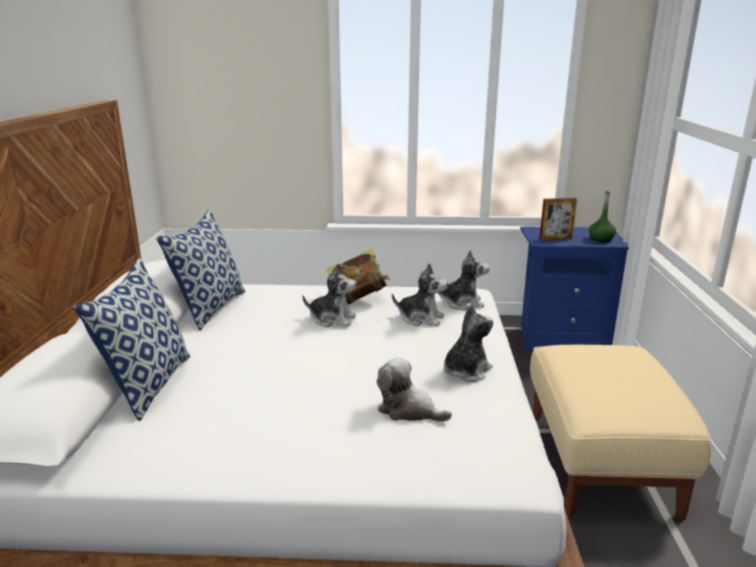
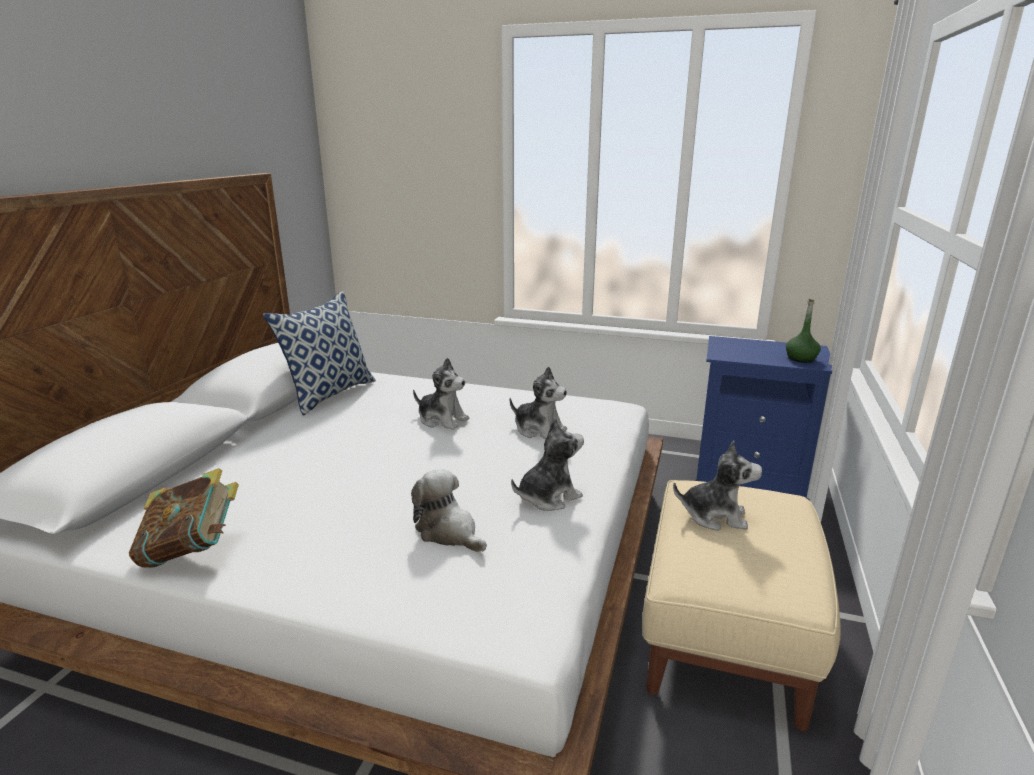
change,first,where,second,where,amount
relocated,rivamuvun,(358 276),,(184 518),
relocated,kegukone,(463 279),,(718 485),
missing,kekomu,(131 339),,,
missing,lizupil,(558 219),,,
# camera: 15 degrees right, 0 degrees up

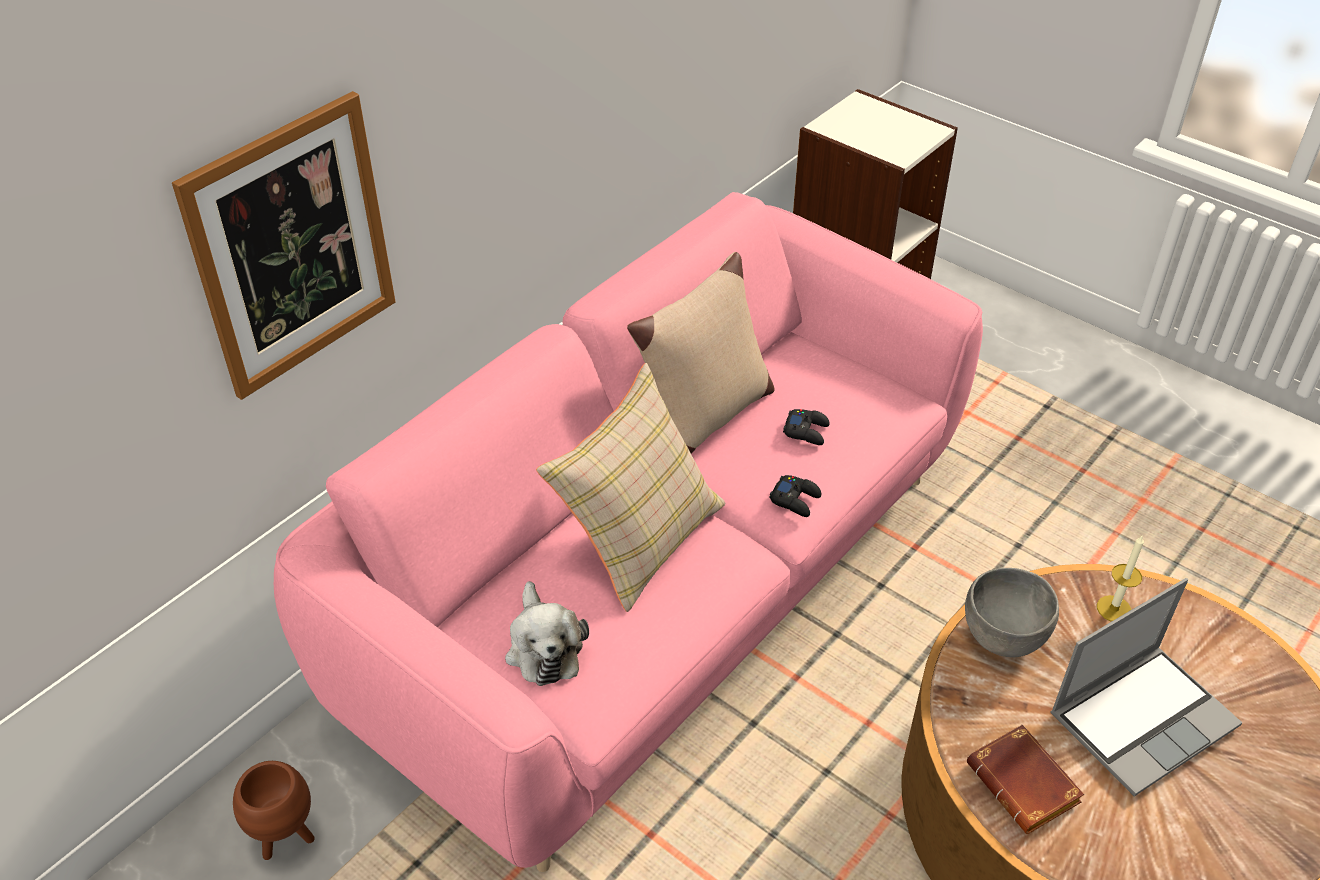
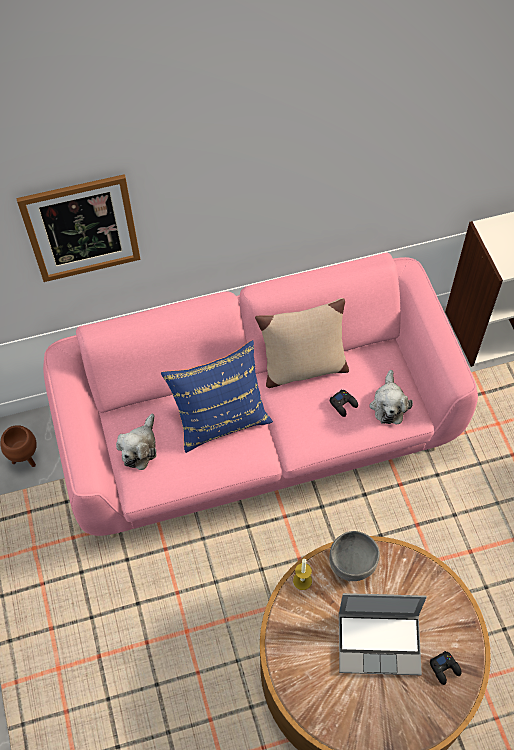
change,first,where,second,where,amount
colour,beige kekomu,(631 487),blue kekomu,(217 396),
relocated,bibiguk,(1120 579),,(302 574),
appeared,,,kegukone,(391 397),
relocated,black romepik,(795 496),,(446 668),
missing,brown rivamuvun,(1025 779),,,
# camera: 35 degrees right, 15 degrees up

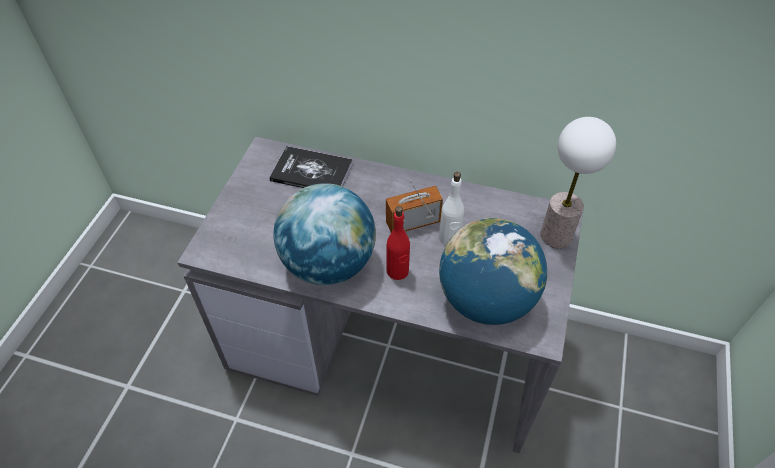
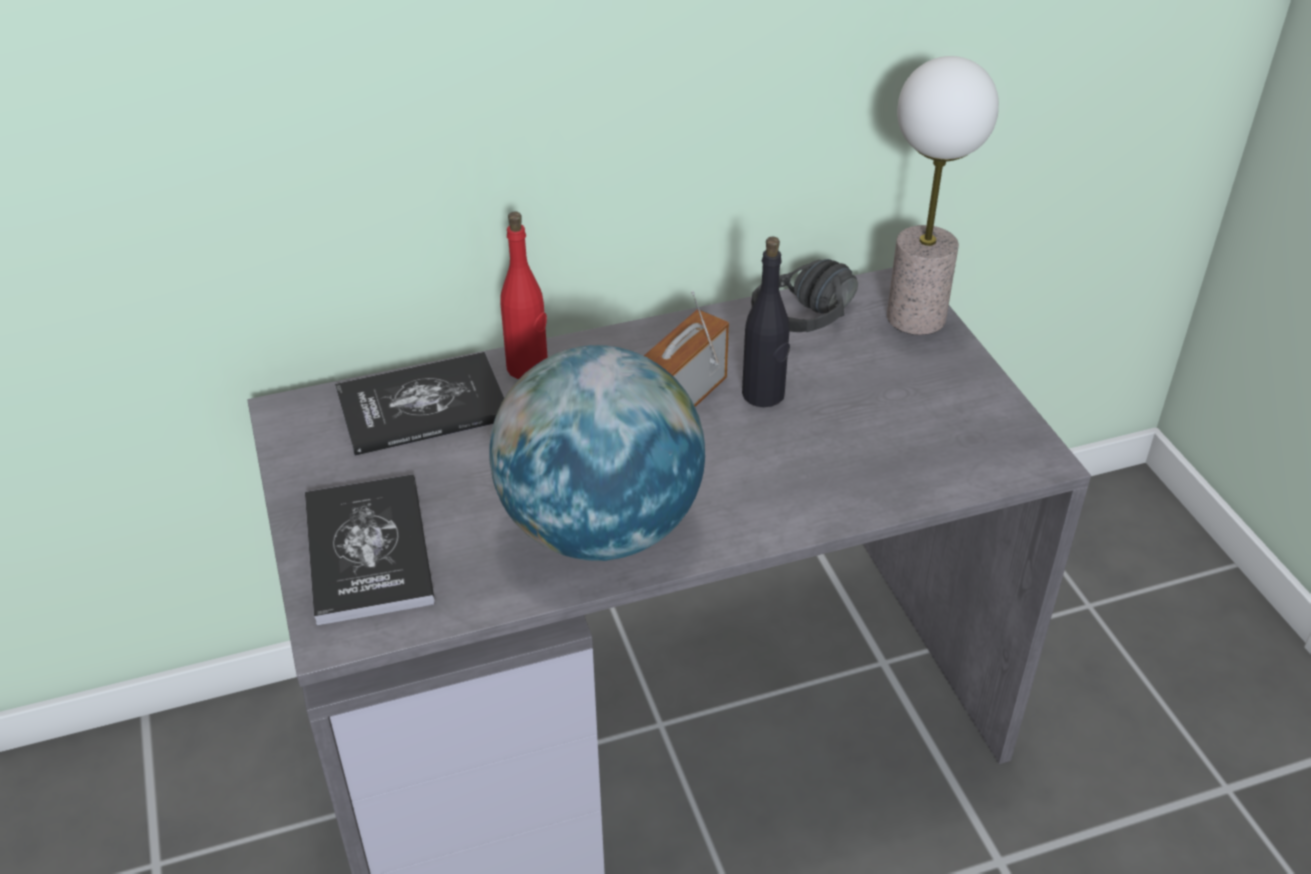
change,first,where,second,where,amount
appeared,,,rivamuvun,(370 550),
relocated,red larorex,(398 243),,(524 295),
colour,white larorex,(451 208),black larorex,(766 322),
appeared,,,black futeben,(804 295),
missing,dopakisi,(493 271),,,
# camera: 35 degrees left, 10 degrees down

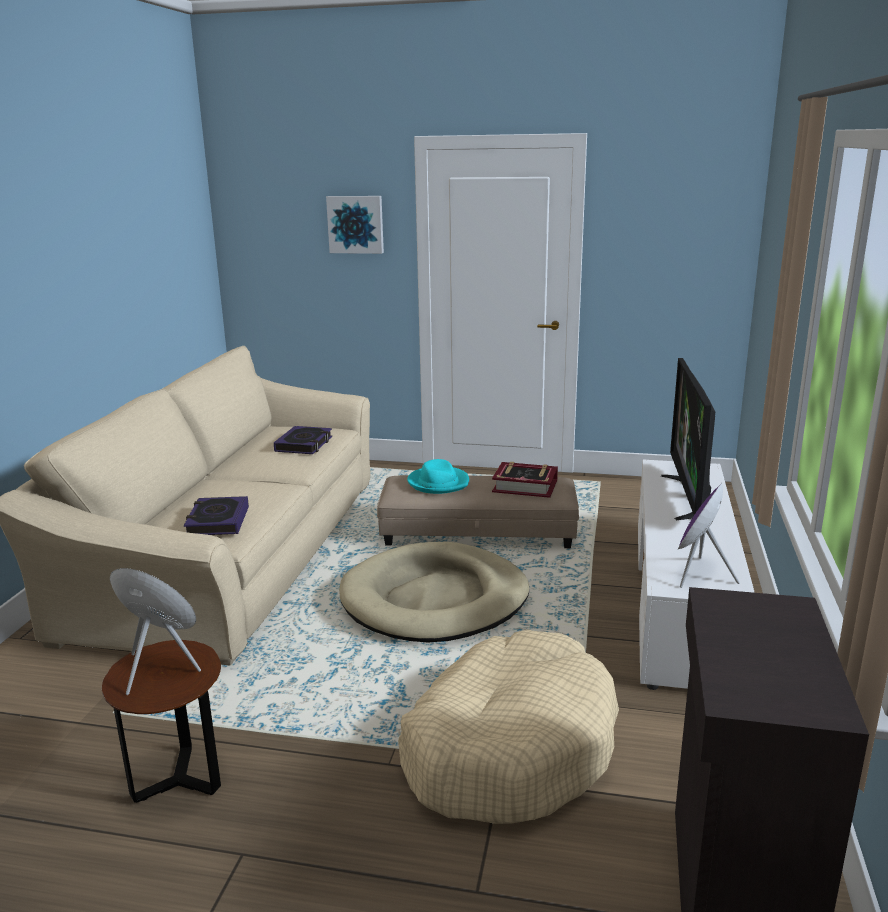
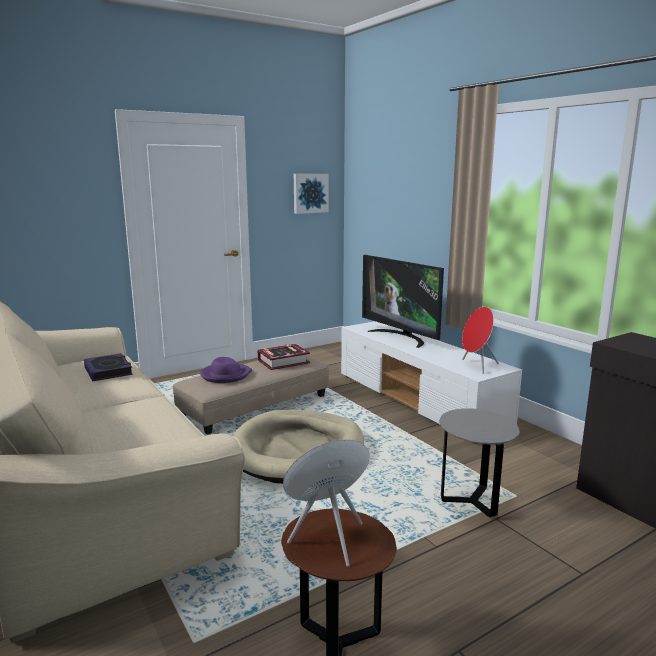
change,first,where,second,where,amount
colour,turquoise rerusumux,(438 476),purple rerusumux,(226 370),
relocated,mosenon,(355 225),,(311 194),
exchanged,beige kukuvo,(508 727),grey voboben,(479 462),
colour,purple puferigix,(709 535),red puferigix,(480 340),
missing,rivamuvun,(216 515),,,
# camera: 45 degrees left, 5 degrees down

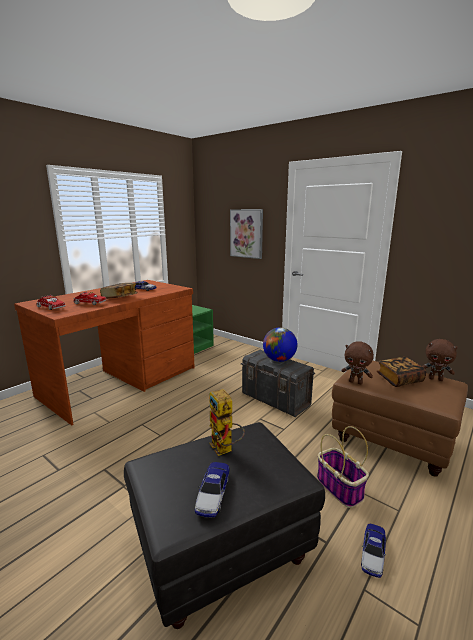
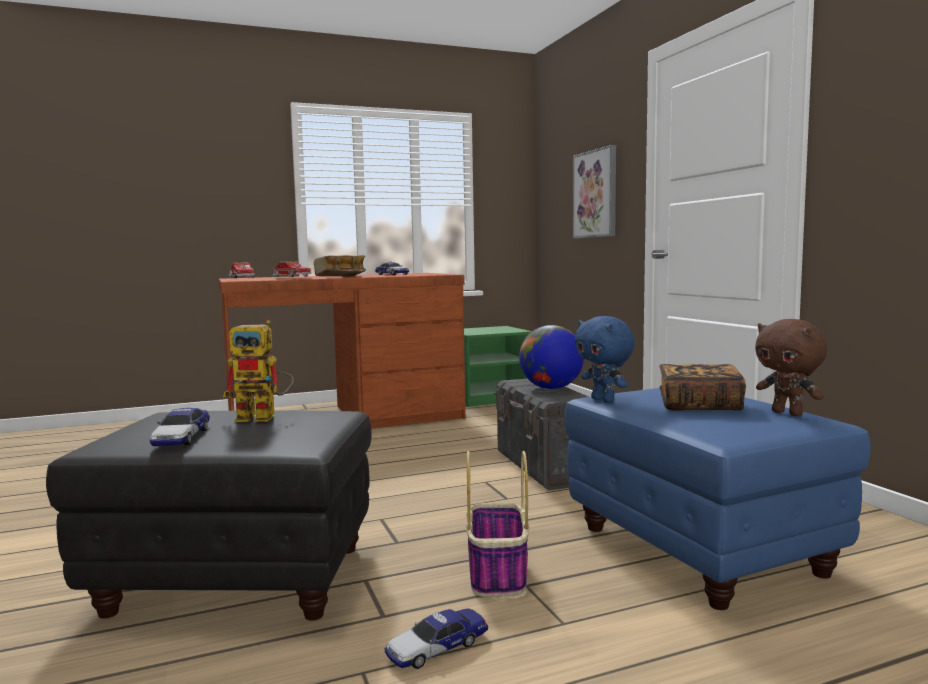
change,first,where,second,where,amount
spun,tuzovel,(212 489),,(180 427),45 degrees counterclockwise
spun,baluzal,(227 422),,(258 371),90 degrees counterclockwise
colour,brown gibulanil,(400 419),blue gibulanil,(717 499),
colour,brown kegukone,(357 362),blue kegukone,(605 359),
# camera: 30 degrees right, 10 degrees down

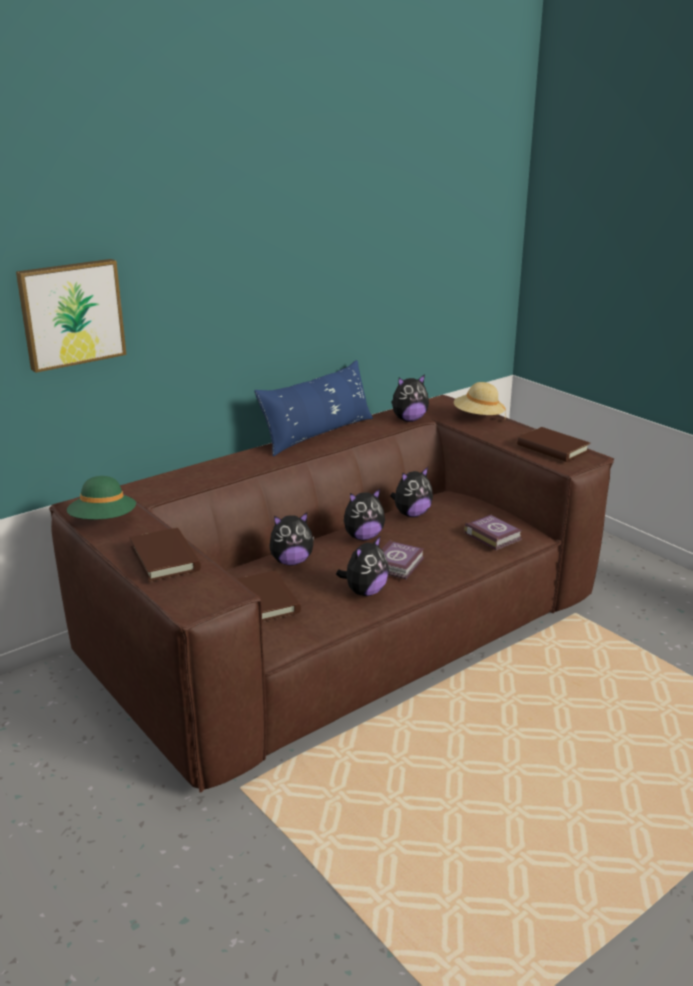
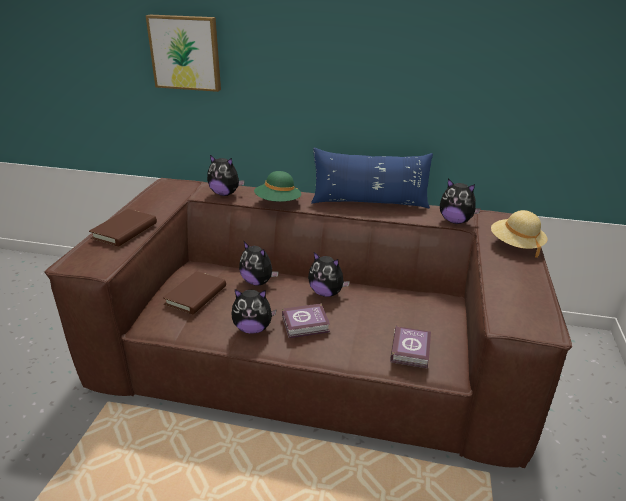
change,first,where,second,where,amount
relocated,kegukone,(411 492),,(226 175),
relocated,green rerusumux,(101 497),,(277 186),
missing,brown rivamuvun,(554 444),,,
# camera: 50 degrees right, 5 degrees up

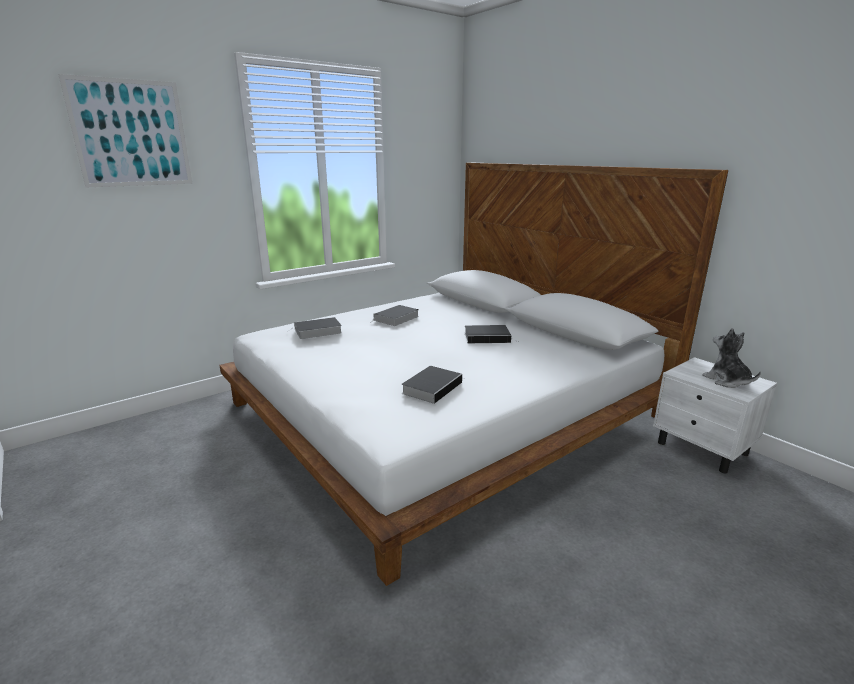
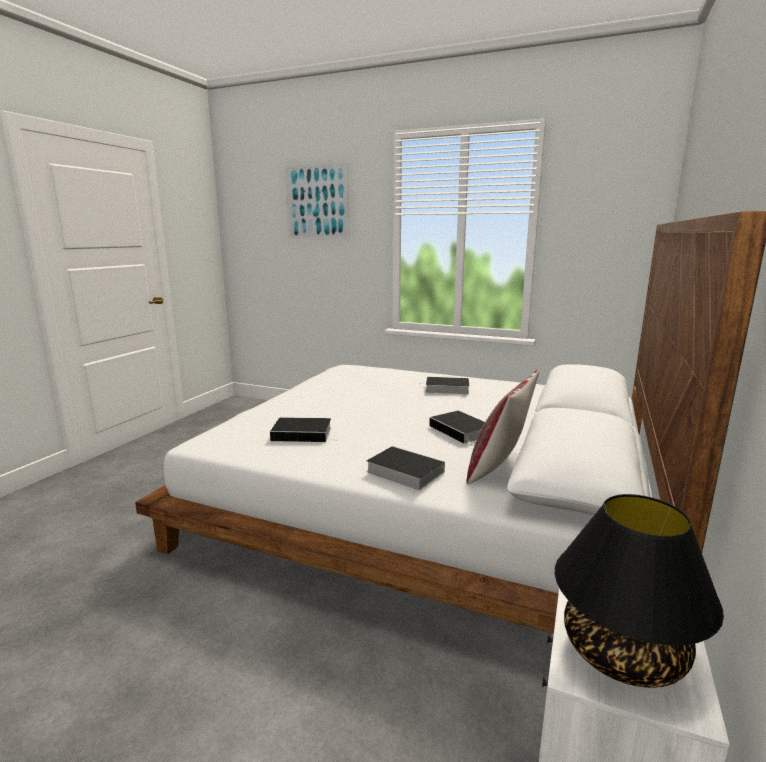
change,first,where,second,where,amount
relocated,rivamuvun,(315 328),,(406 468),
appeared,,,kekomu,(503 426),
exchanged,kegukone,(731 358),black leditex,(639 591),
# camera: 60 degrees right, 5 degrees down

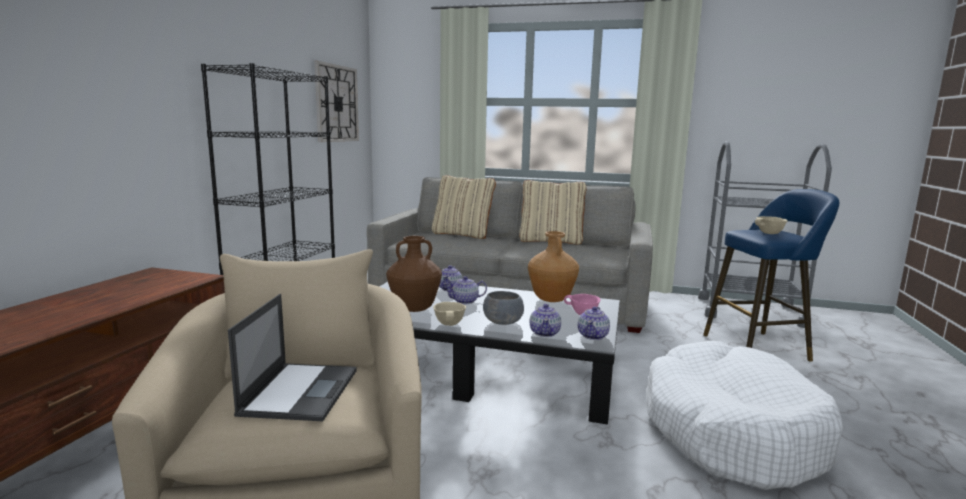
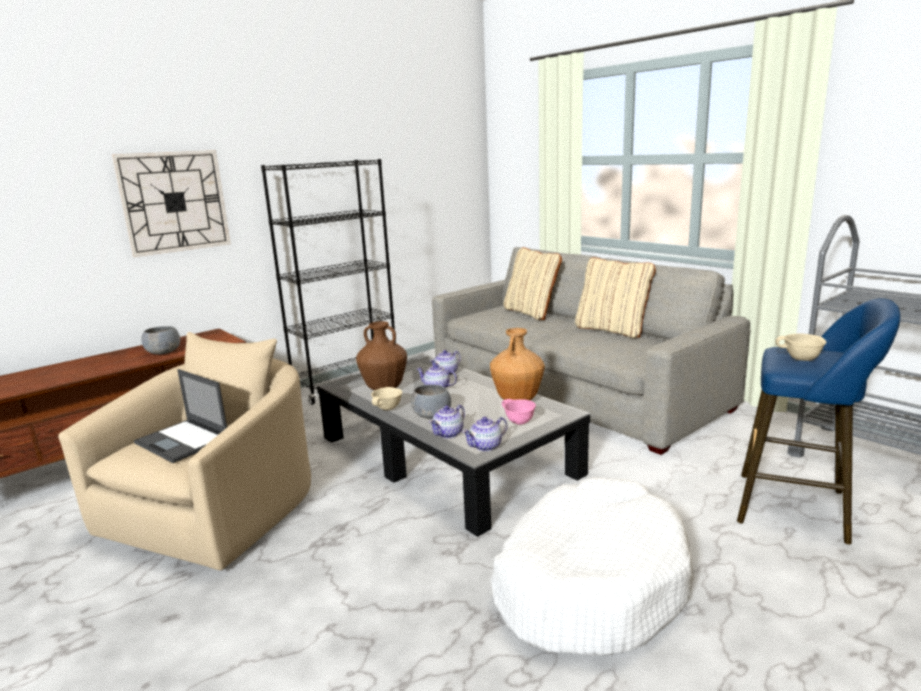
change,first,where,second,where,amount
relocated,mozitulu,(337 101),,(171 203),
spun,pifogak,(292 357),,(180 416),90 degrees clockwise
appeared,,,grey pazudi,(160 340),
# camera: 35 degrees right, 5 degrees up

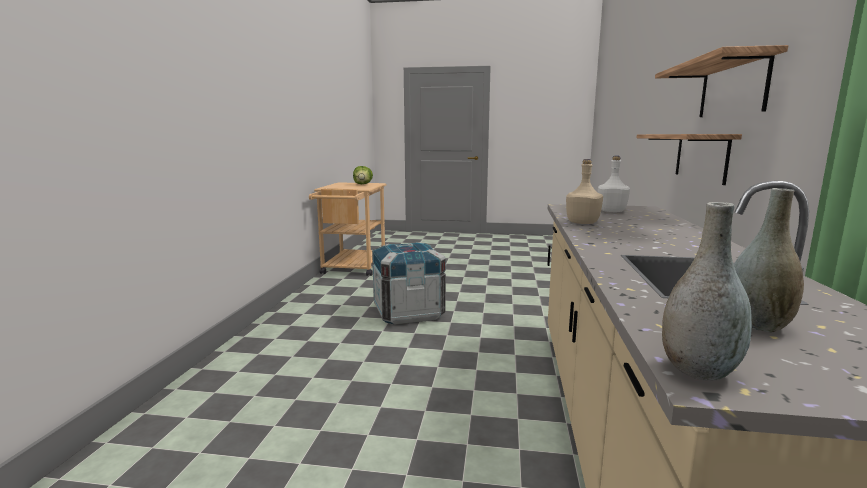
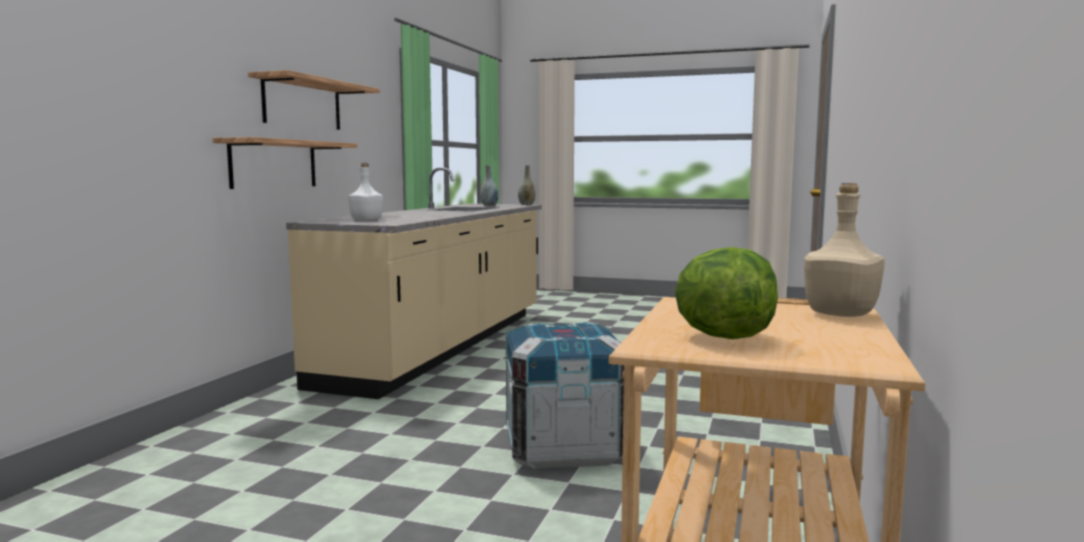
change,first,where,second,where,amount
relocated,beige larorex,(584 191),,(844 250),
# camera: 170 degrees left, 5 degrees down

